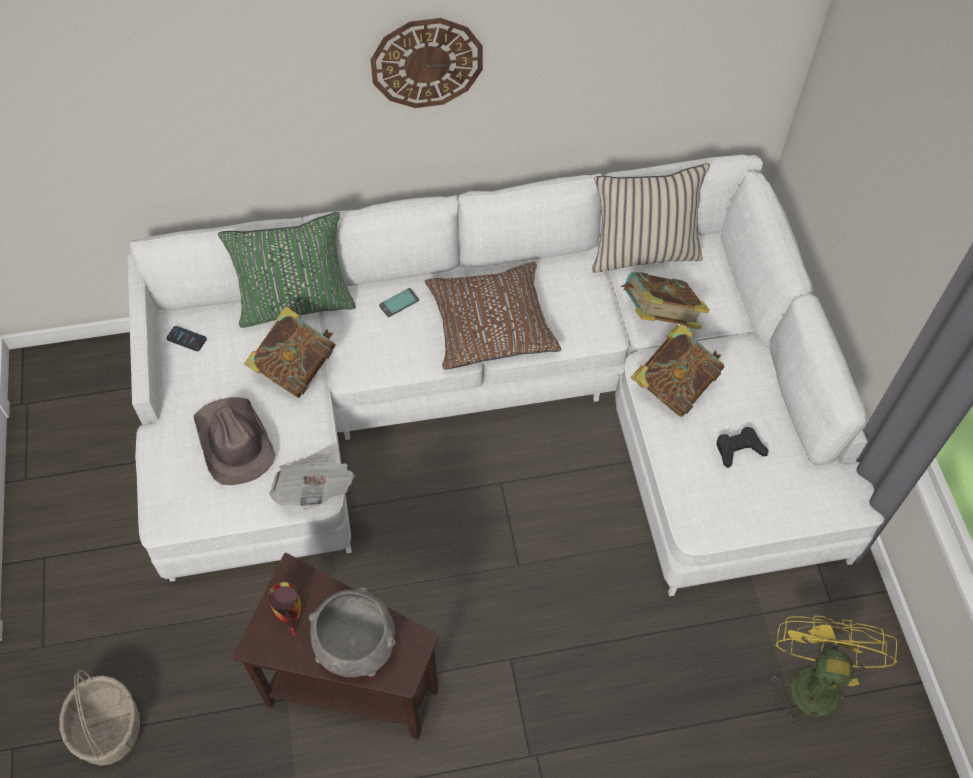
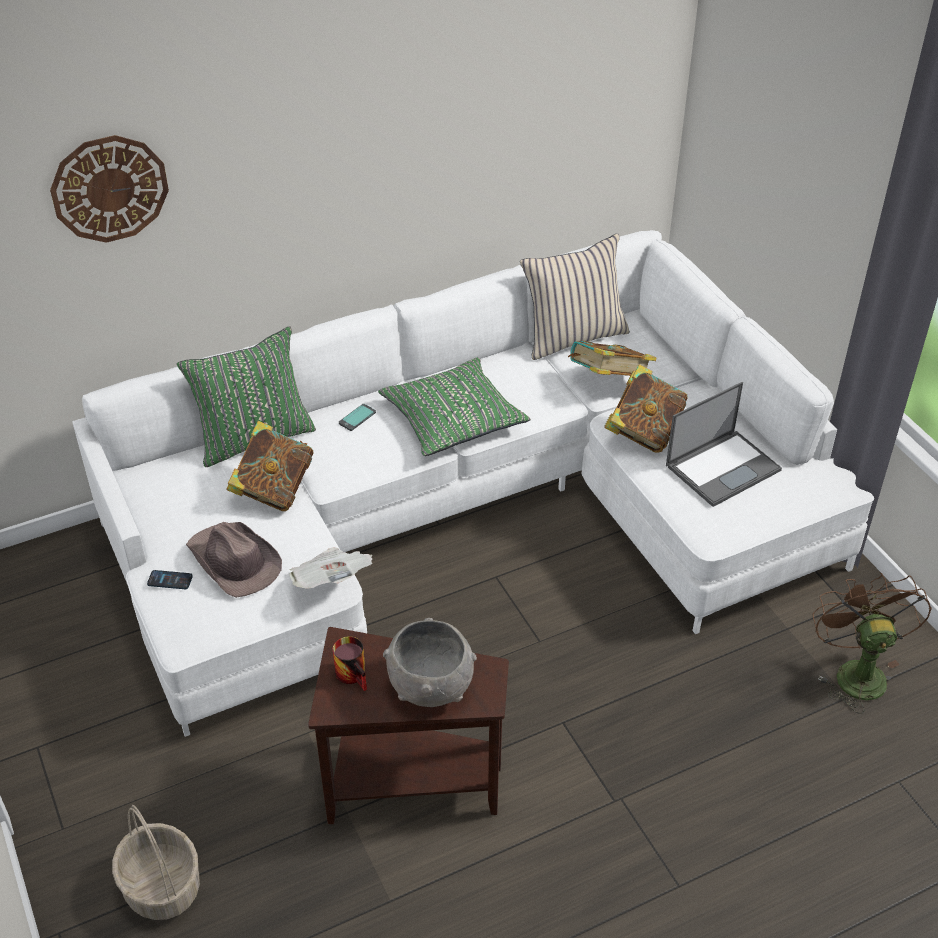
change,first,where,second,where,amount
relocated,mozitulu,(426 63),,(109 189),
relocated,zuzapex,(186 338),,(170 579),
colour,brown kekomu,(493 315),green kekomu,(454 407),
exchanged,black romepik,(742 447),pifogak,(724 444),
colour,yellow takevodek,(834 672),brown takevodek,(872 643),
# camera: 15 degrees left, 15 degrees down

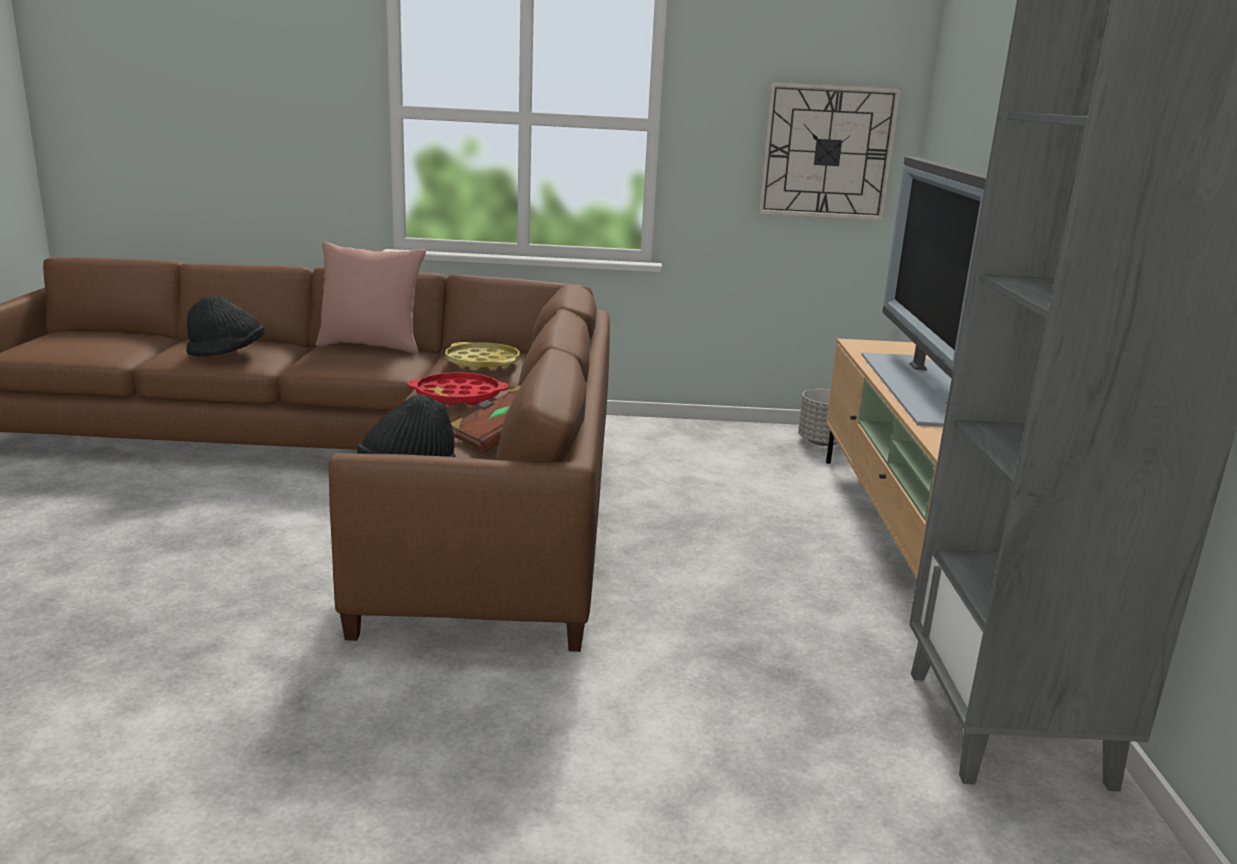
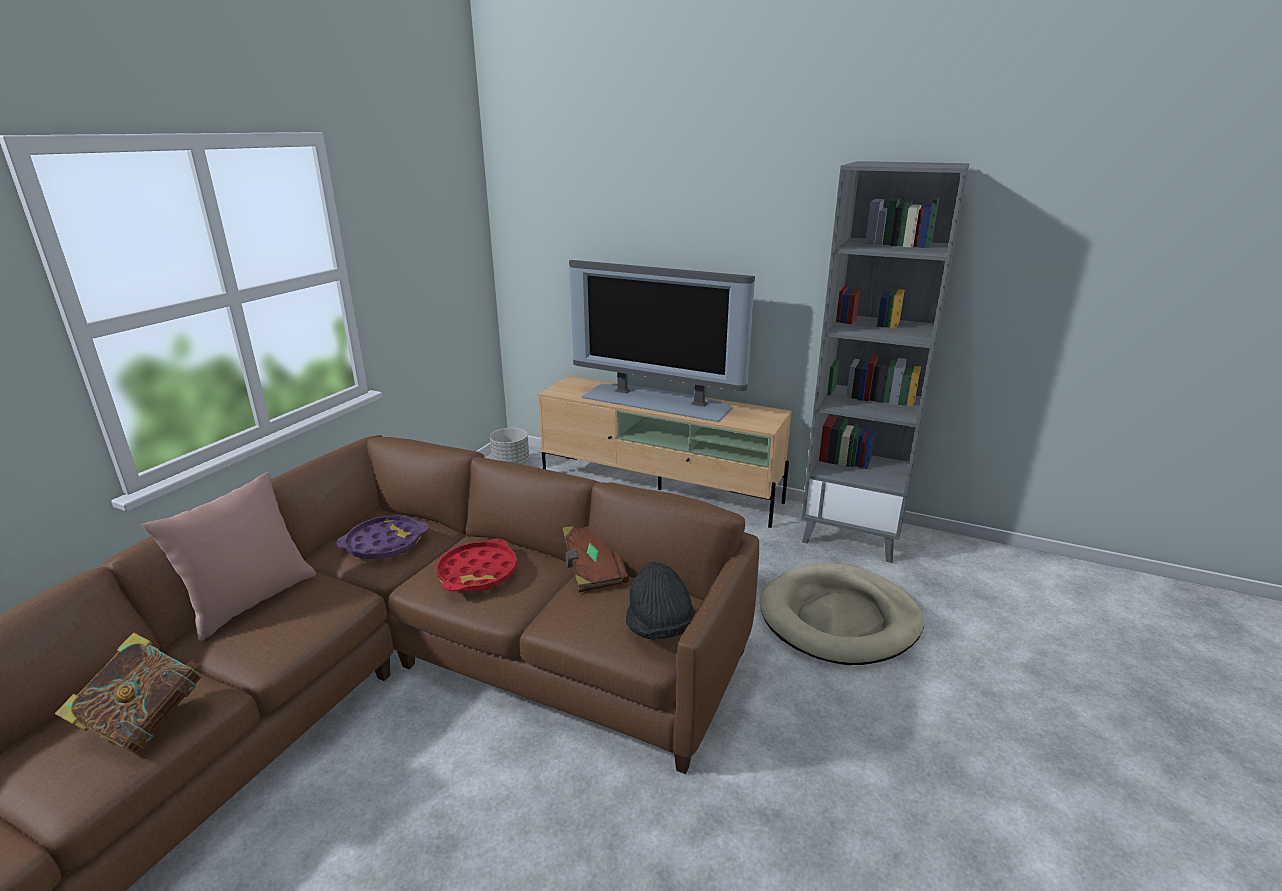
change,first,where,second,where,amount
exchanged,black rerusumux,(225 325),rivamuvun,(128 693),
colour,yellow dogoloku,(482 356),purple dogoloku,(383 537),
appeared,,,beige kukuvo,(842 614),
missing,mozitulu,(829 151),,,
# camera: 65 degrees left, 5 degrees up

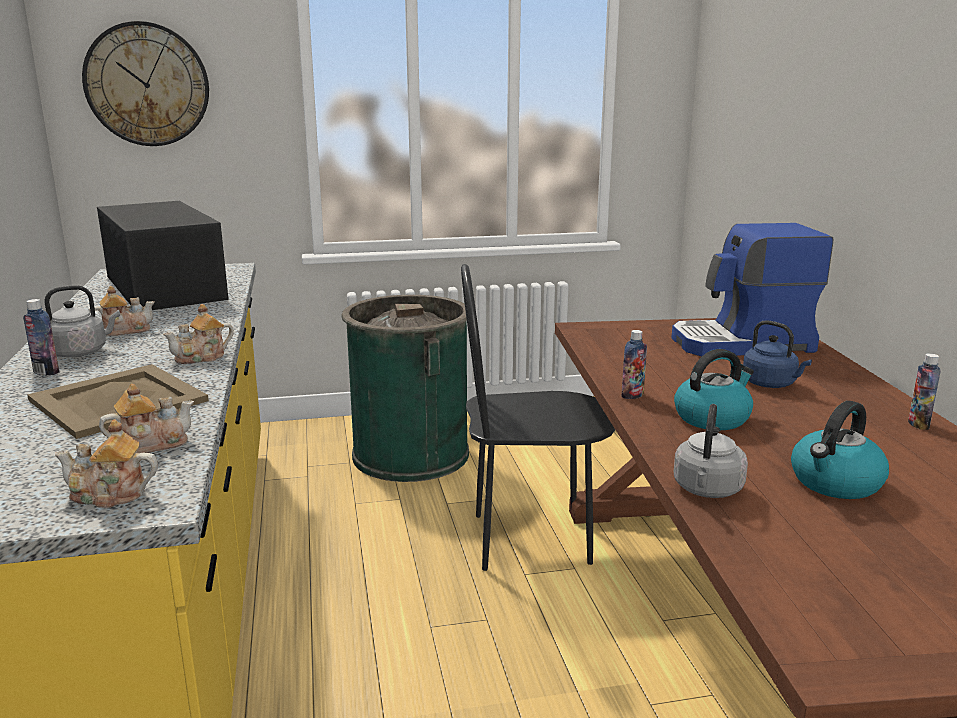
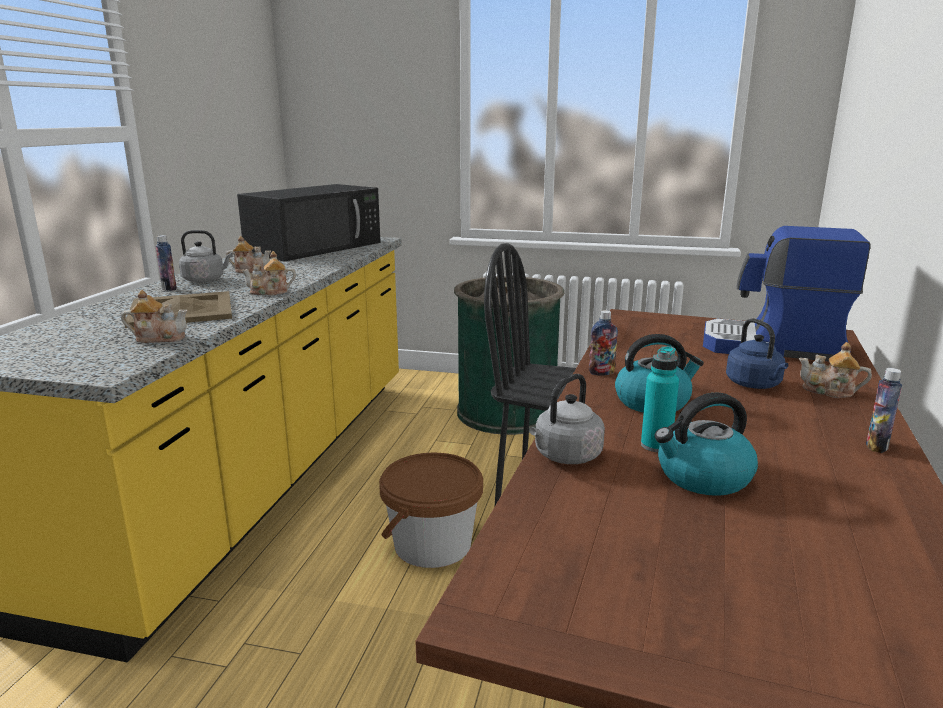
change,first,where,second,where,amount
spun,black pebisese,(163 255),,(309 223),45 degrees clockwise
appeared,,,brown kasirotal,(431 510),
appeared,,,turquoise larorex,(660 399),
relocated,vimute,(106 463),,(835 370),
missing,mozitulu,(145 83),,,
# camera: 25 degrees right, 0 degrees up

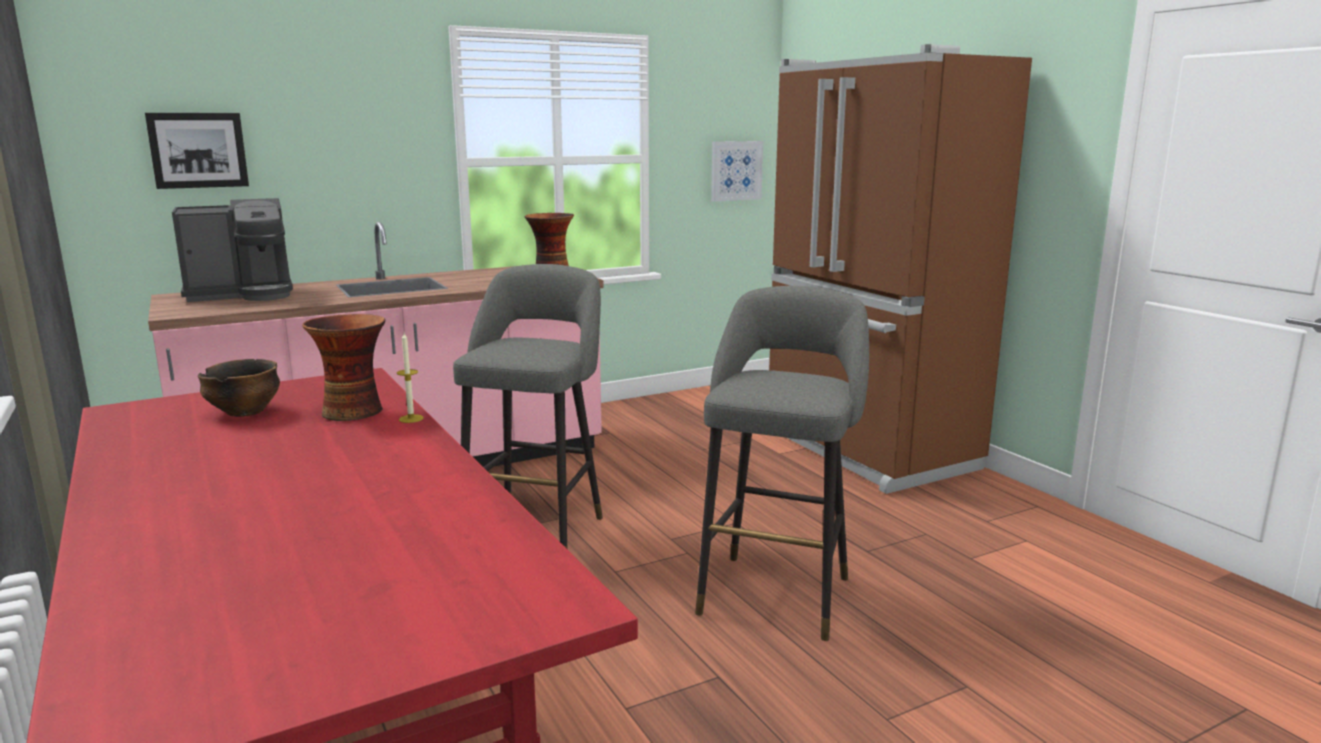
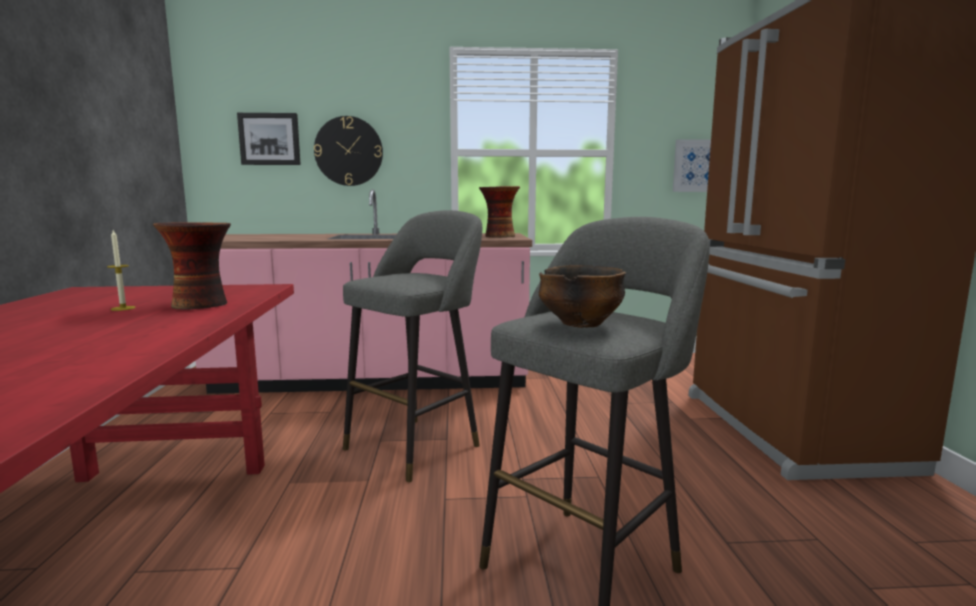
change,first,where,second,where,amount
relocated,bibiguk,(410 378),,(121 270),
appeared,,,mozitulu,(348 151),
relocated,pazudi,(239 388),,(582 296),
missing,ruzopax,(232 250),,,
# camera: 25 degrees right, 5 degrees down

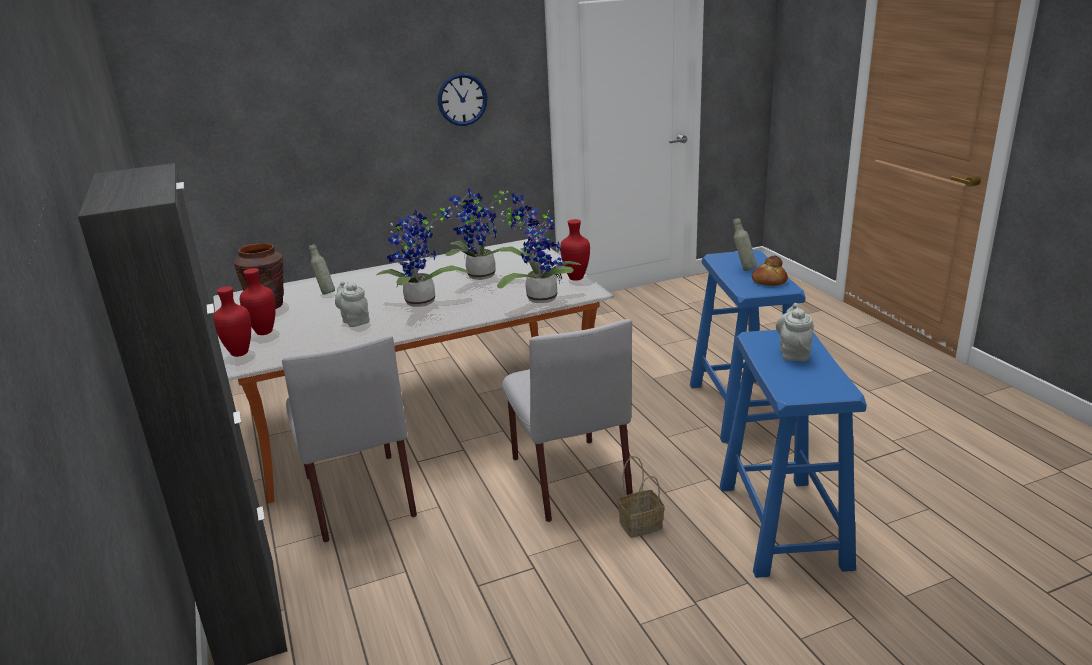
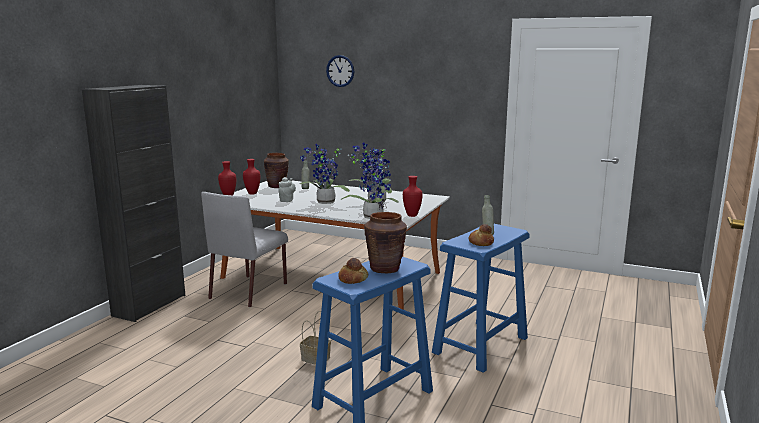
change,first,where,second,where,amount
relocated,mozitulu,(462 99),,(340 71),
appeared,,,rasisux,(353 271),
exchanged,grey vimute,(795 332),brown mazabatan,(385 242),
missing,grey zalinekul,(567 420),,,
# camera: 45 degrees right, 10 degrees down

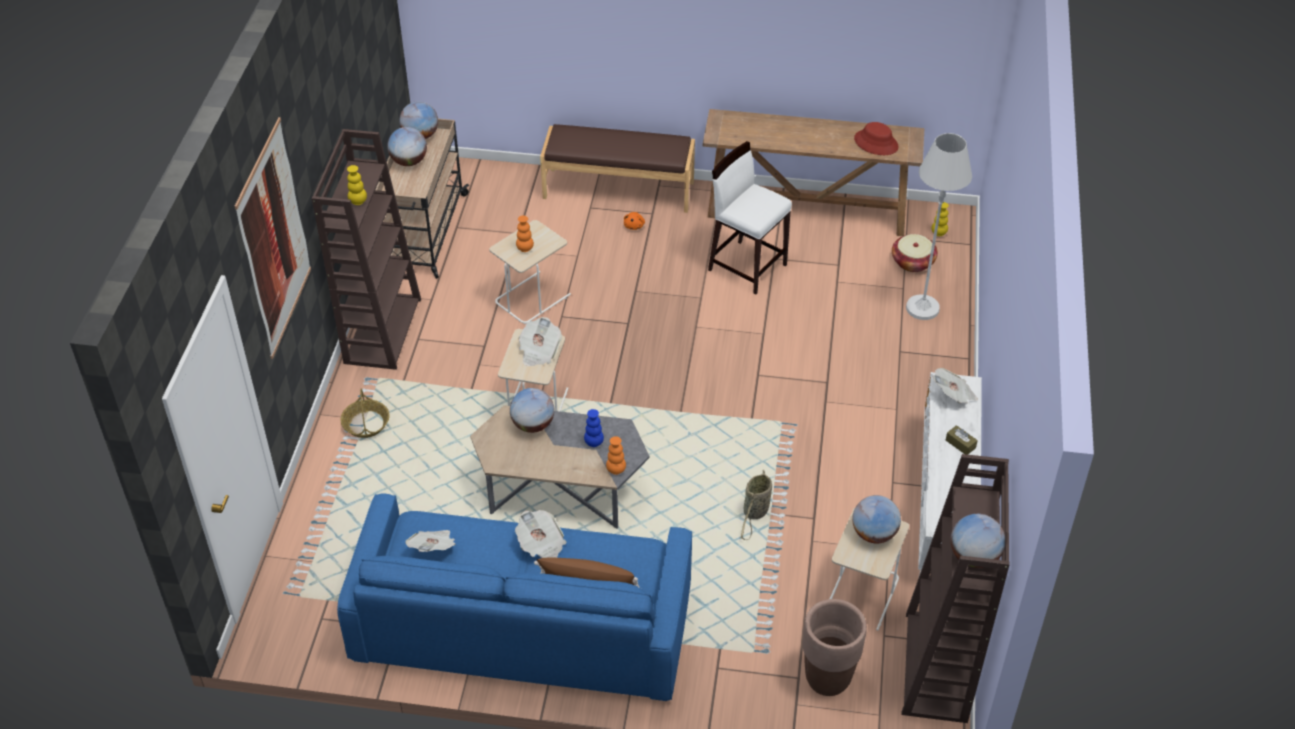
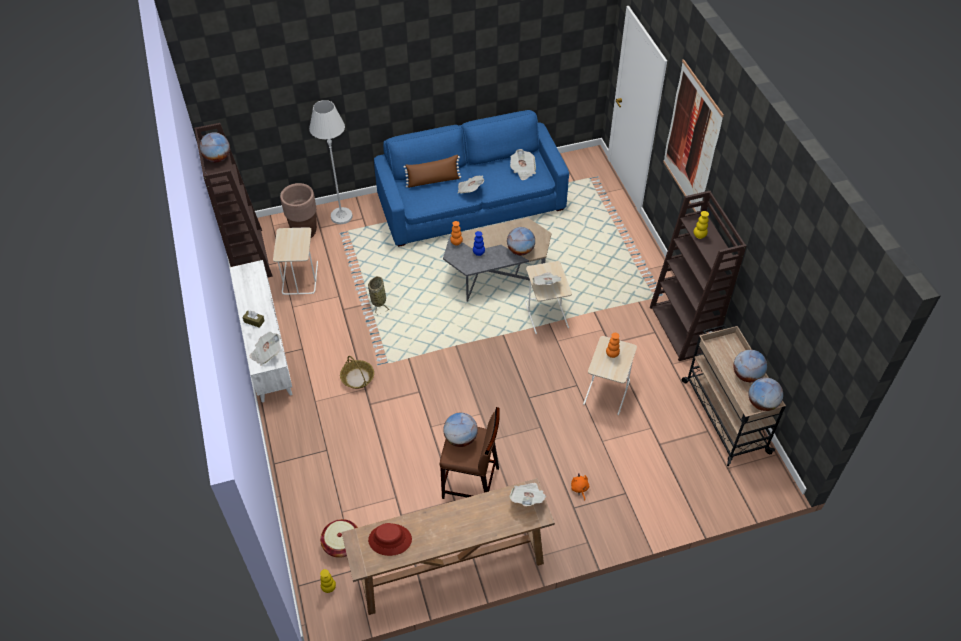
change,first,where,second,where,amount
relocated,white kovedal,(939 226),,(331 162),
relocated,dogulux,(364 413),,(357 372),
colour,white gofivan,(750 218),brown gofivan,(469 453),
relocated,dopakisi,(876 519),,(460 430),
appeared,,,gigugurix,(527 494),
missing,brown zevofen,(617 168),,,
# camera: 155 degrees right, 5 degrees up

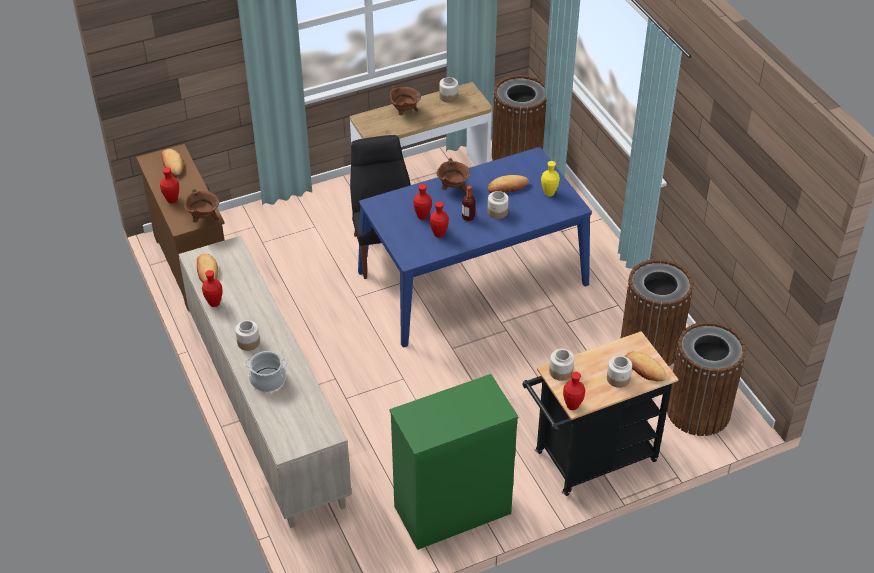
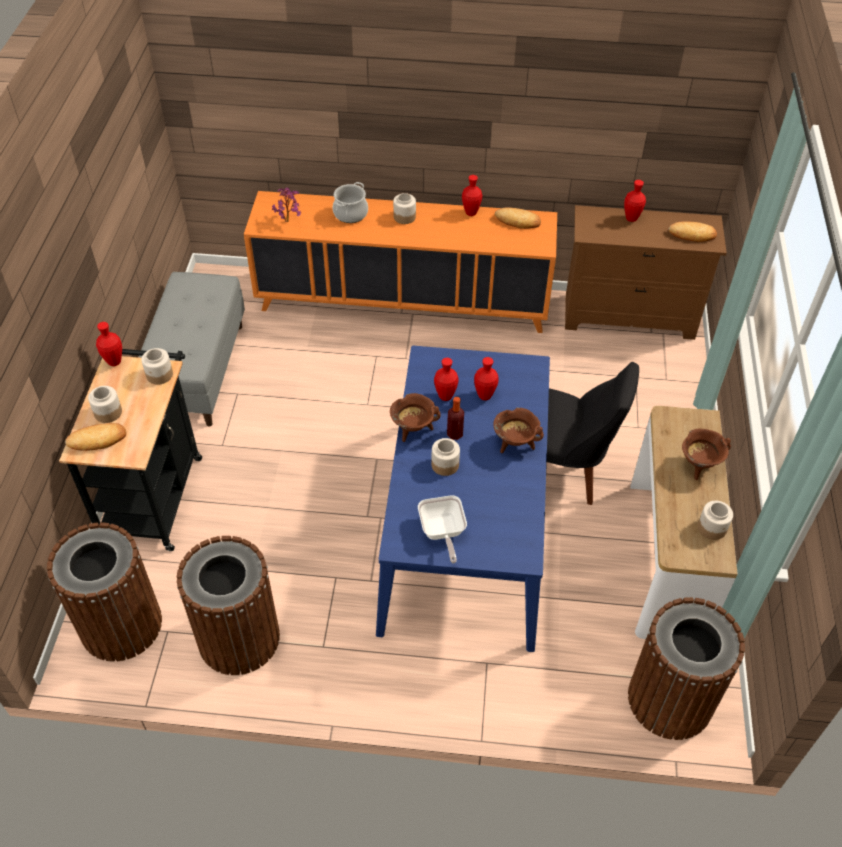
change,first,where,second,where,amount
exchanged,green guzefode,(454 462),grey zevofen,(191 349),
colour,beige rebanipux,(265 382),orange rebanipux,(400 262),
appeared,,,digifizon,(286 204),
relocated,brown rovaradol,(201 206),,(415 417),
exchanged,yellow mazabatan,(550 179),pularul,(442 529),
missing,rasisux,(508 184),,,
# camera: 120 degrees right, 5 degrees up

